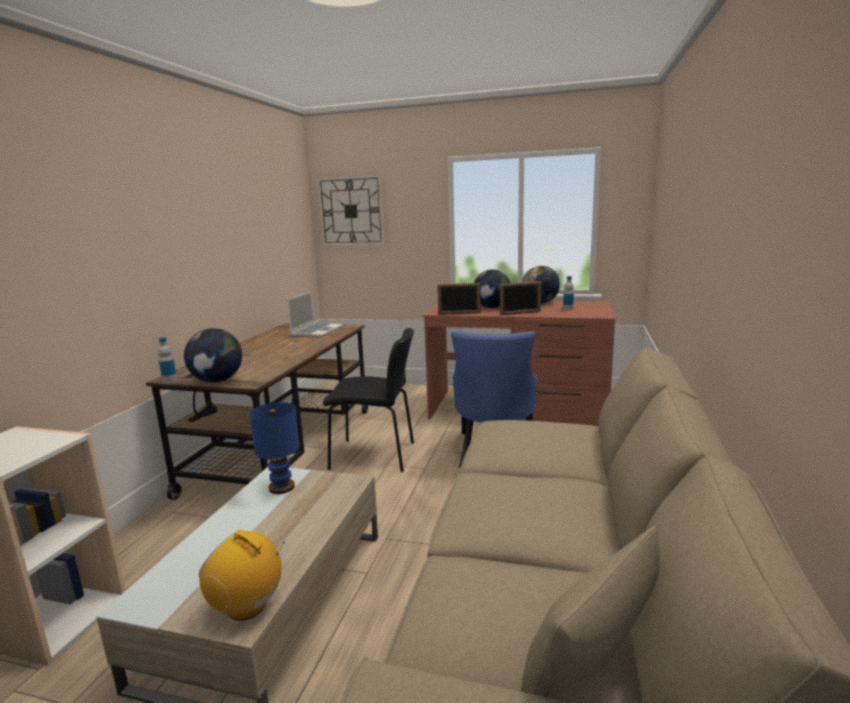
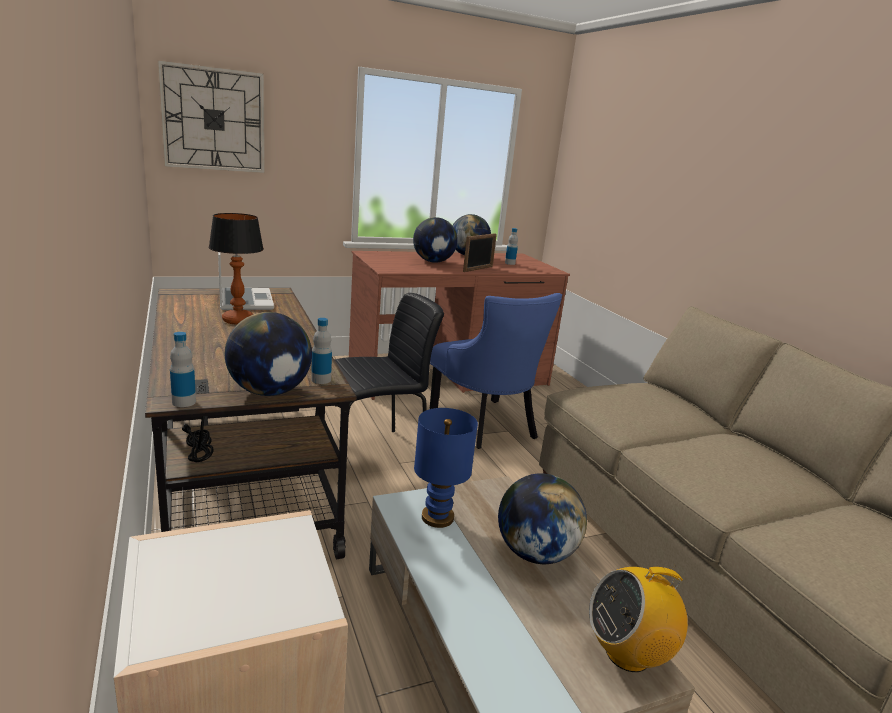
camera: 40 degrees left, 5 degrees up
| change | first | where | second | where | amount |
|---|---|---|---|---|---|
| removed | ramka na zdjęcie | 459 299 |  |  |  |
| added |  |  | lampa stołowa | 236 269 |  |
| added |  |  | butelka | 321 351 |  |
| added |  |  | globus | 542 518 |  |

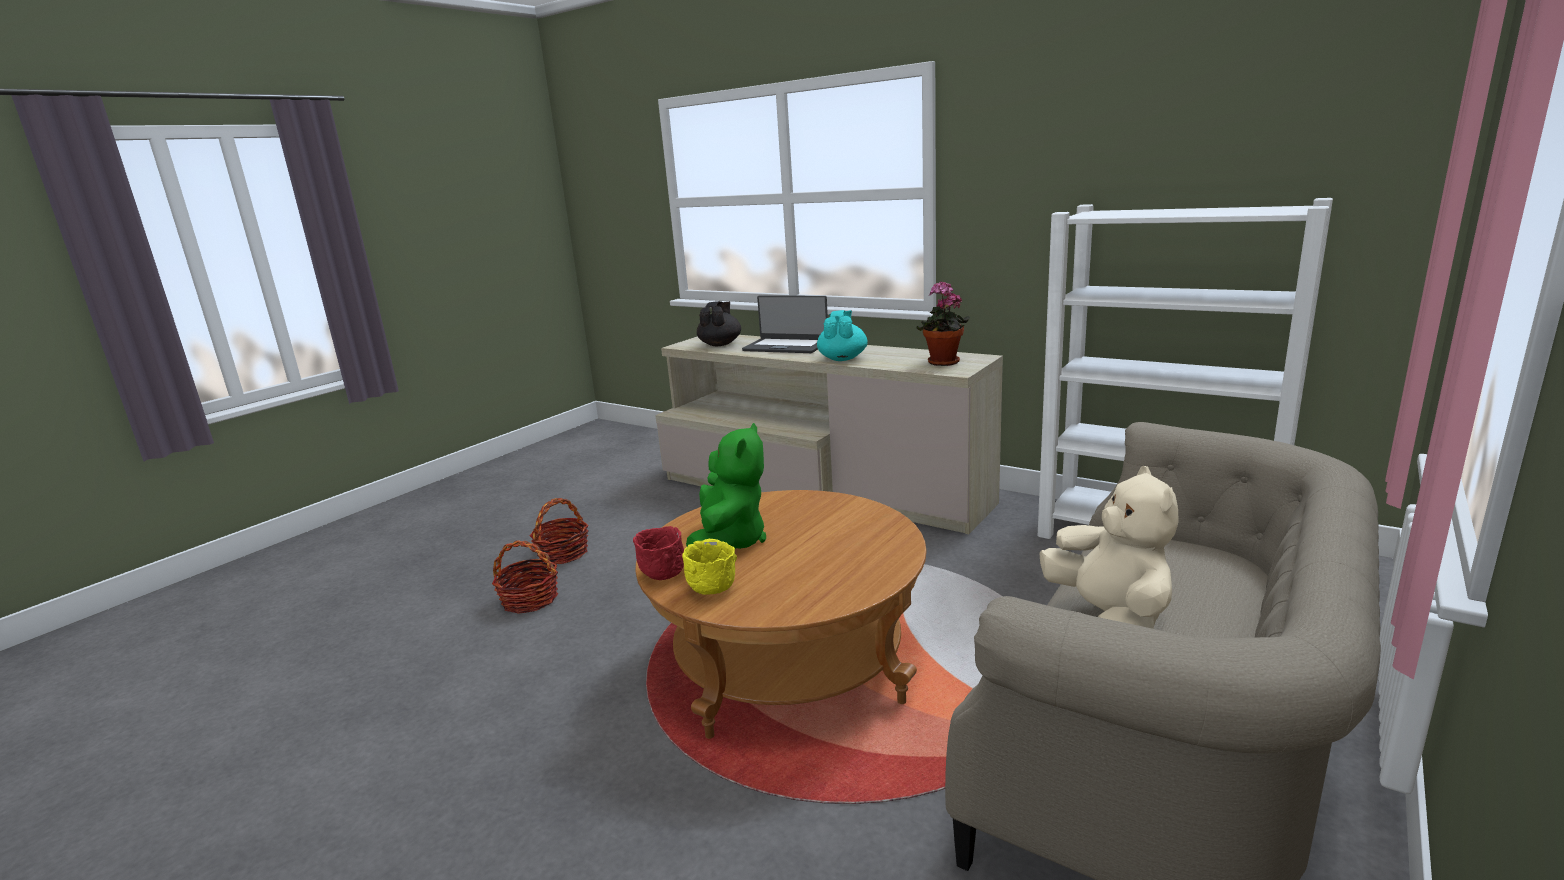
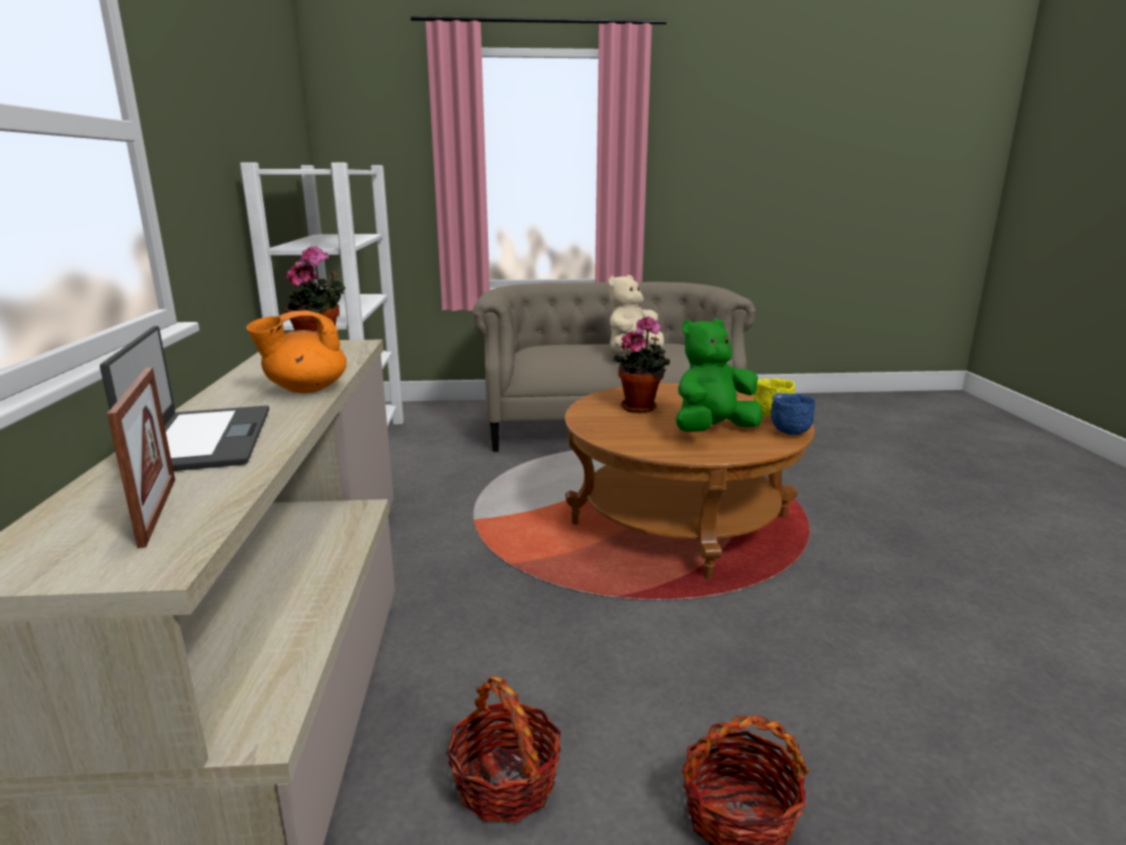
camera: 130 degrees left, 0 degrees up
| change | first | where | second | where | amount |
|---|---|---|---|---|---|
| moved | koszyk | 525 577 |  | 503 749 |  |
| recoloured | miska [czerwony] | 658 553 | miska [niebieski] | 793 414 |  |
| replaced | imbryk [czarny] | 719 323 | ramka na zdjęcie | 141 457 |  |
| recoloured | imbryk [turkusowy] | 842 335 | imbryk [pomarańczowy] | 296 352 |  |
| added |  |  | roślina doniczkowa | 641 364 |  |

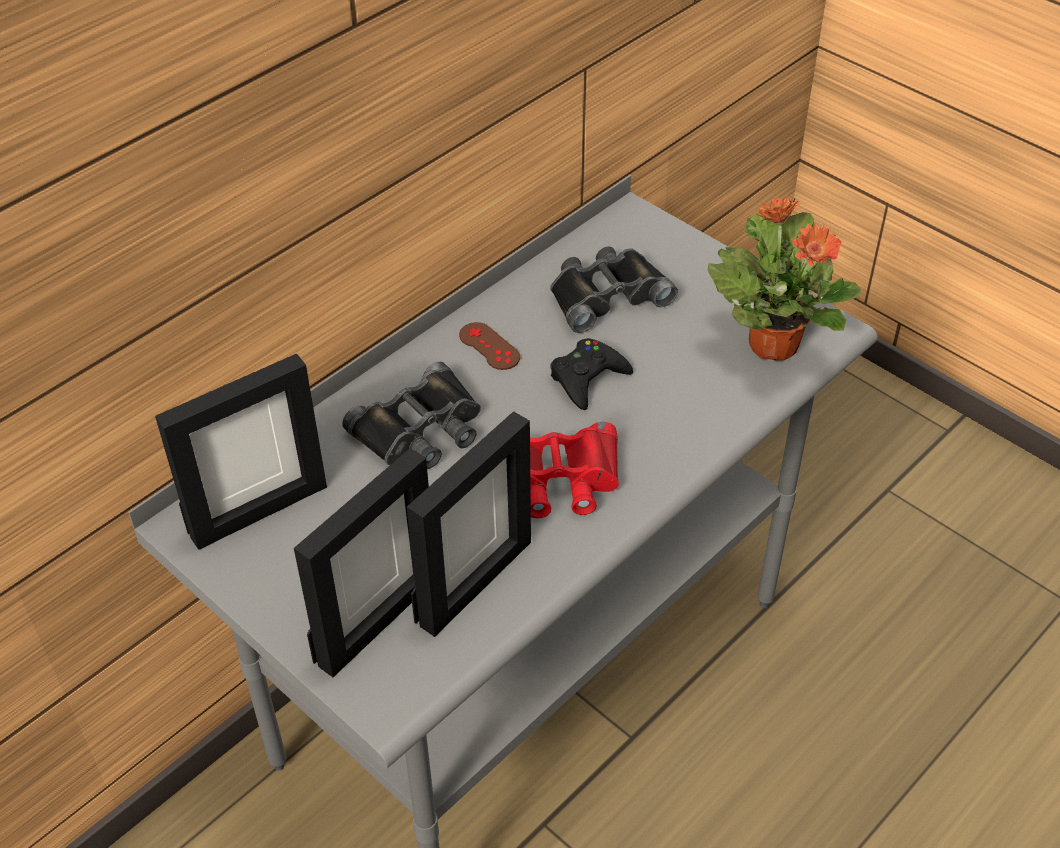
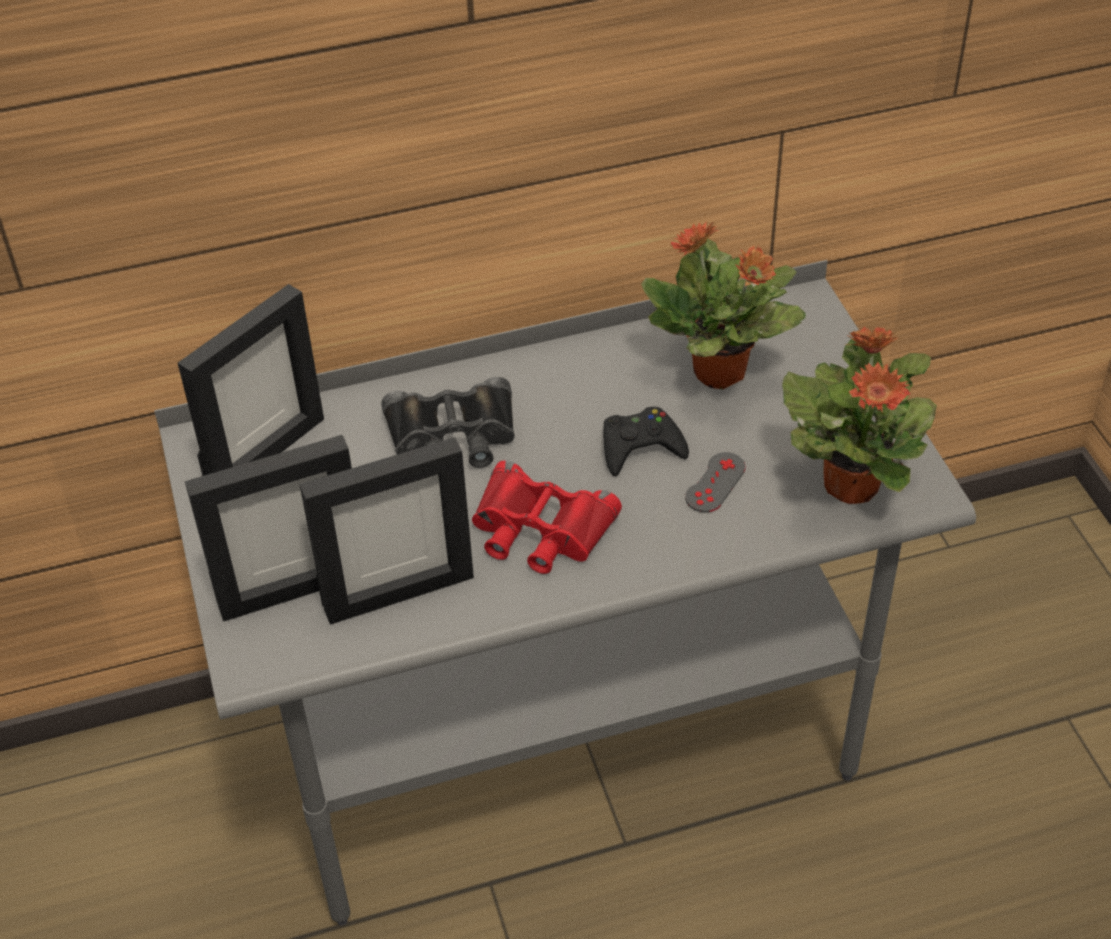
camera: 30 degrees right, 0 degrees up
| change | first | where | second | where | amount |
|---|---|---|---|---|---|
| turned | ramka na zdjęcie | 241 451 |  | 251 380 | 45 degrees counterclockwise |
| removed | pad do gier [brązowy] | 489 346 |  |  |  |
| replaced | lornetka [czarny] | 614 289 | roślina doniczkowa | 723 305 |  |
| added |  |  | pad do gier [szary] | 715 482 |  |

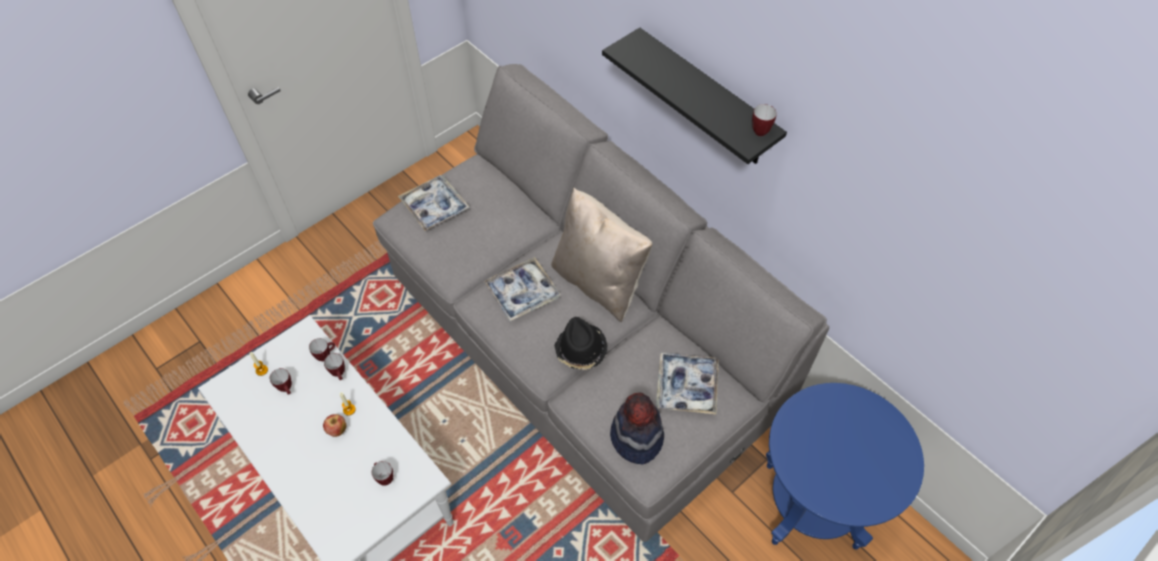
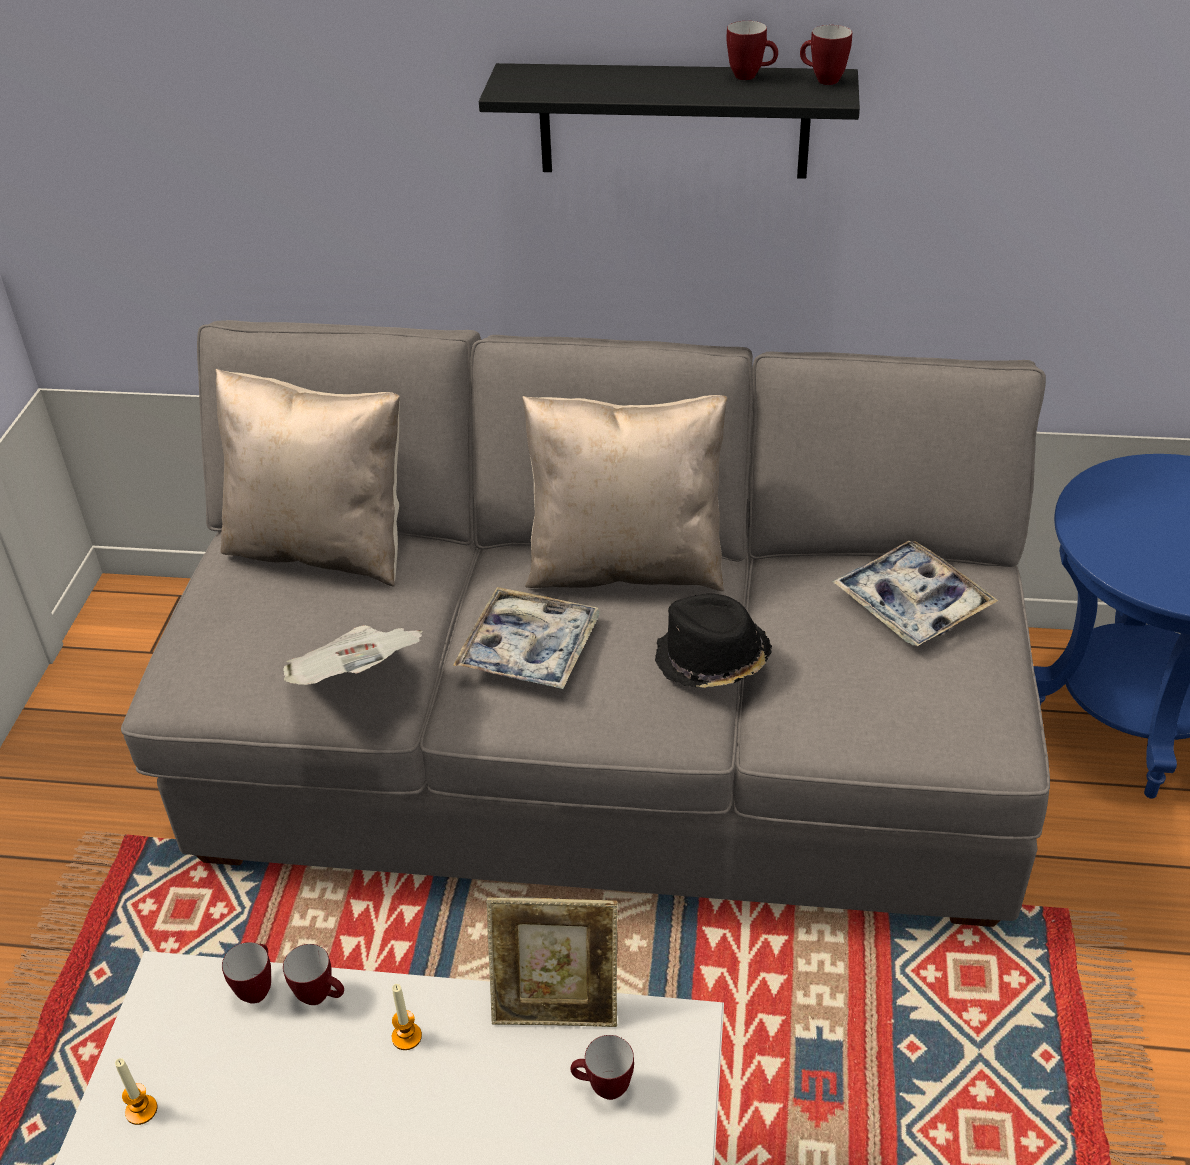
camera: 40 degrees left, 15 degrees down
| change | first | where | second | where | amount |
|---|---|---|---|---|---|
| moved | kubek | 281 381 |  | 752 50 |  |
| removed | jabłko | 334 425 |  |  |  |
| removed | taca | 434 203 |  |  |  |
| removed | kapelusz | 637 428 |  |  |  |
| added |  |  | poduszka [beżowy] | 308 478 |  |
| added |  |  | gazeta | 352 655 |  |
| added |  |  | ramka na zdjęcie | 552 962 |  |

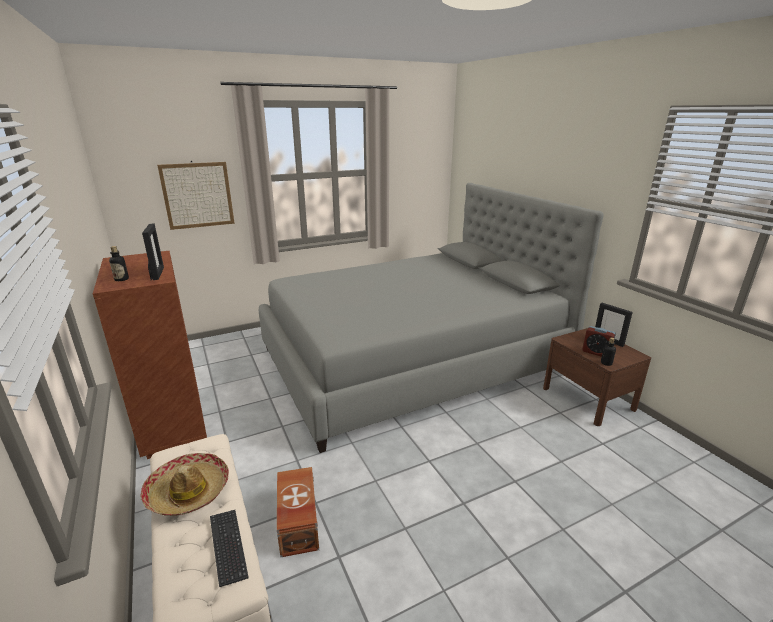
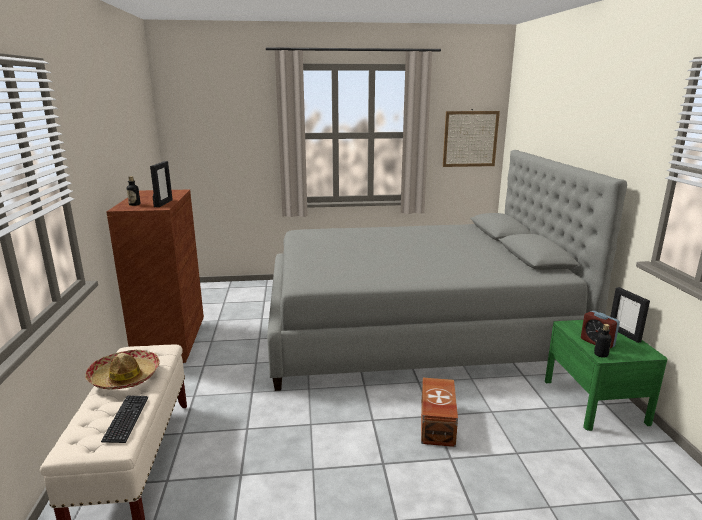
camera: 20 degrees right, 5 degrees down
| change | first | where | second | where | amount |
|---|---|---|---|---|---|
| moved | obraz | 196 195 |  | 471 138 |  |
| moved | pojemnik do przechowywania [brązowy] | 298 512 |  | 439 412 |  |
| recoloured | szafka nocna [brązowy] | 597 377 | szafka nocna [zielony] | 606 375 |  |

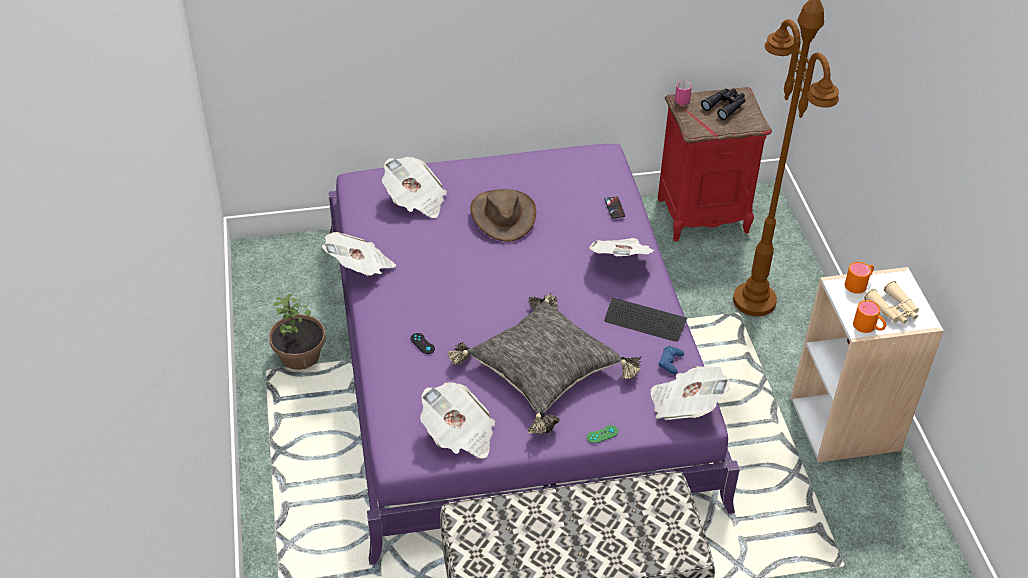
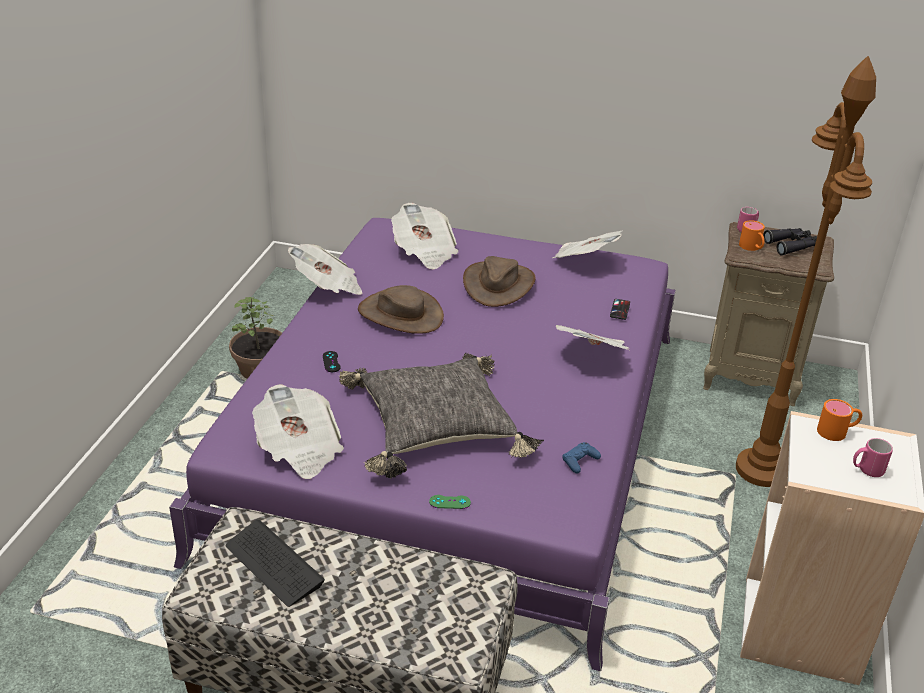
camera: 25 degrees right, 10 degrees down
| change | first | where | second | where | amount |
|---|---|---|---|---|---|
| moved | klawiatura | 645 320 |  | 275 563 |  |
| moved | gazeta | 690 393 |  | 587 244 |  |
| recoloured | szafka nocna [czerwony] | 715 164 | szafka nocna [beżowy] | 768 314 |  |
| moved | kubek [pomarańczowy] | 869 316 |  | 752 235 |  |
| replaced | lornetka [beżowy] | 891 302 | kubek [różowy] | 873 457 |  |
| added |  |  | kapelusz [brązowy] | 401 309 |  |

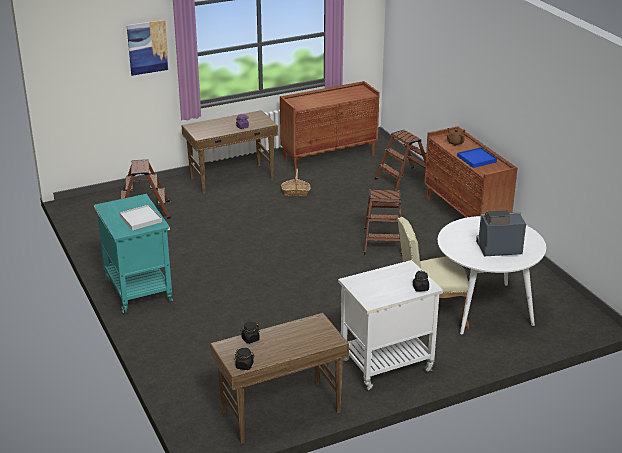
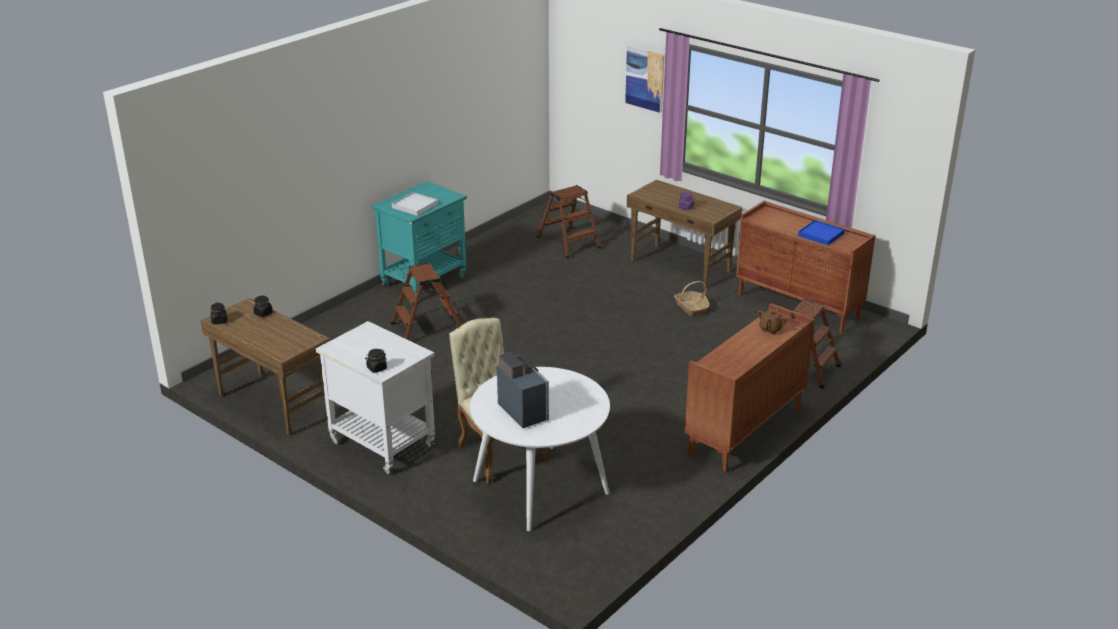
camera: 65 degrees right, 0 degrees up
| change | first | where | second | where | amount |
|---|---|---|---|---|---|
| moved | drabinka [brązowy] | 383 223 |  | 426 301 |  |
| moved | taca [niebieski] | 477 157 |  | 821 232 |  |

